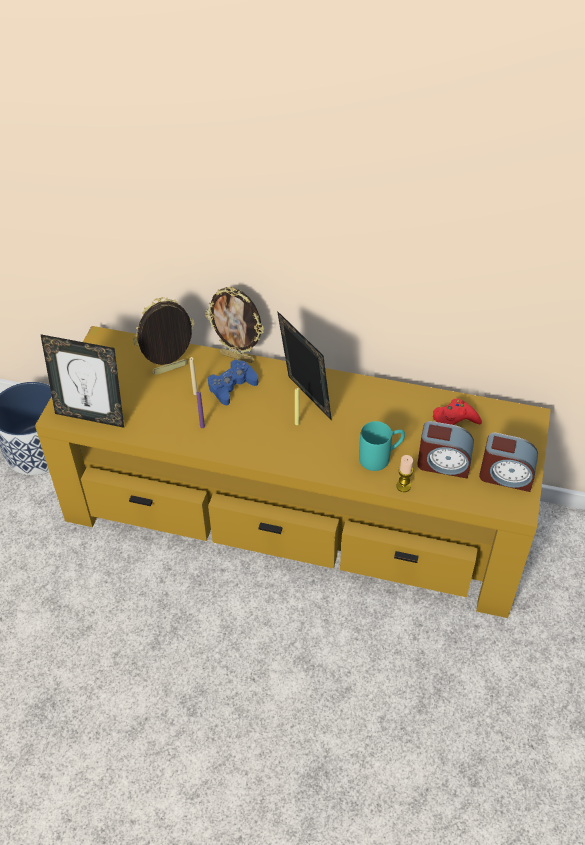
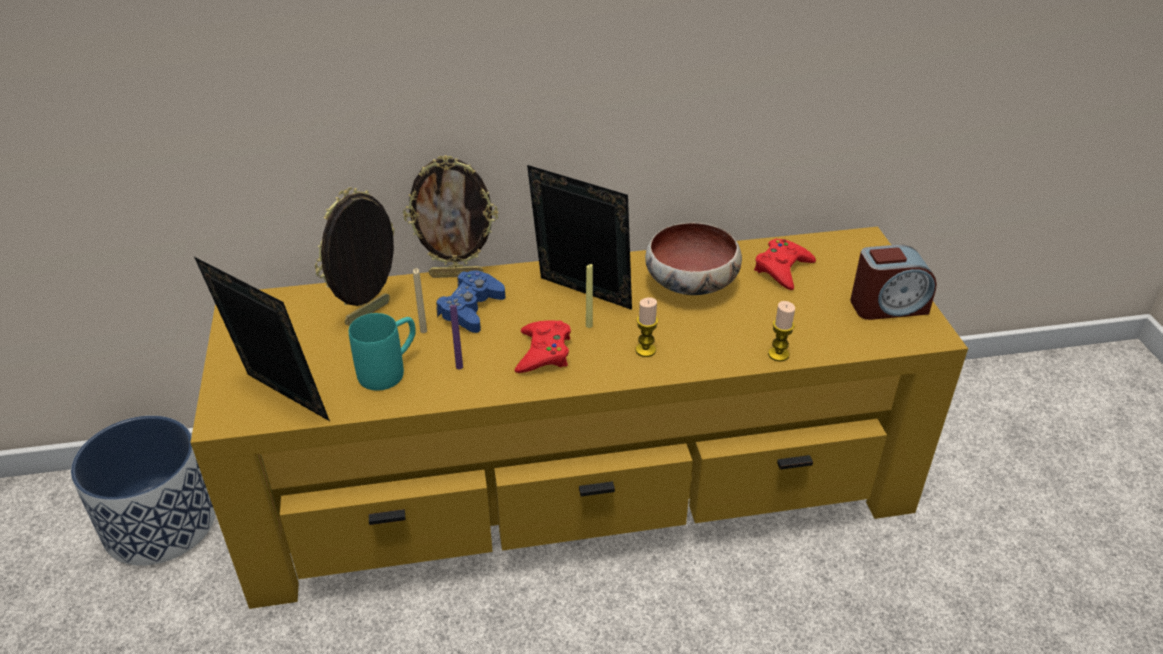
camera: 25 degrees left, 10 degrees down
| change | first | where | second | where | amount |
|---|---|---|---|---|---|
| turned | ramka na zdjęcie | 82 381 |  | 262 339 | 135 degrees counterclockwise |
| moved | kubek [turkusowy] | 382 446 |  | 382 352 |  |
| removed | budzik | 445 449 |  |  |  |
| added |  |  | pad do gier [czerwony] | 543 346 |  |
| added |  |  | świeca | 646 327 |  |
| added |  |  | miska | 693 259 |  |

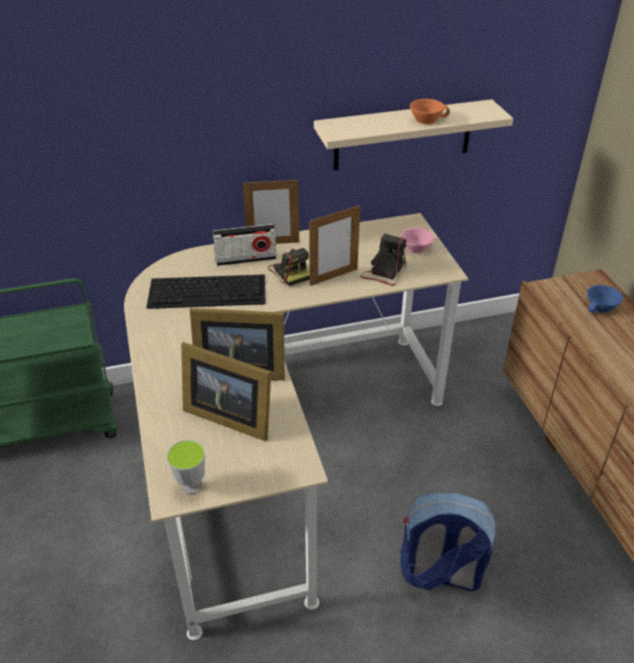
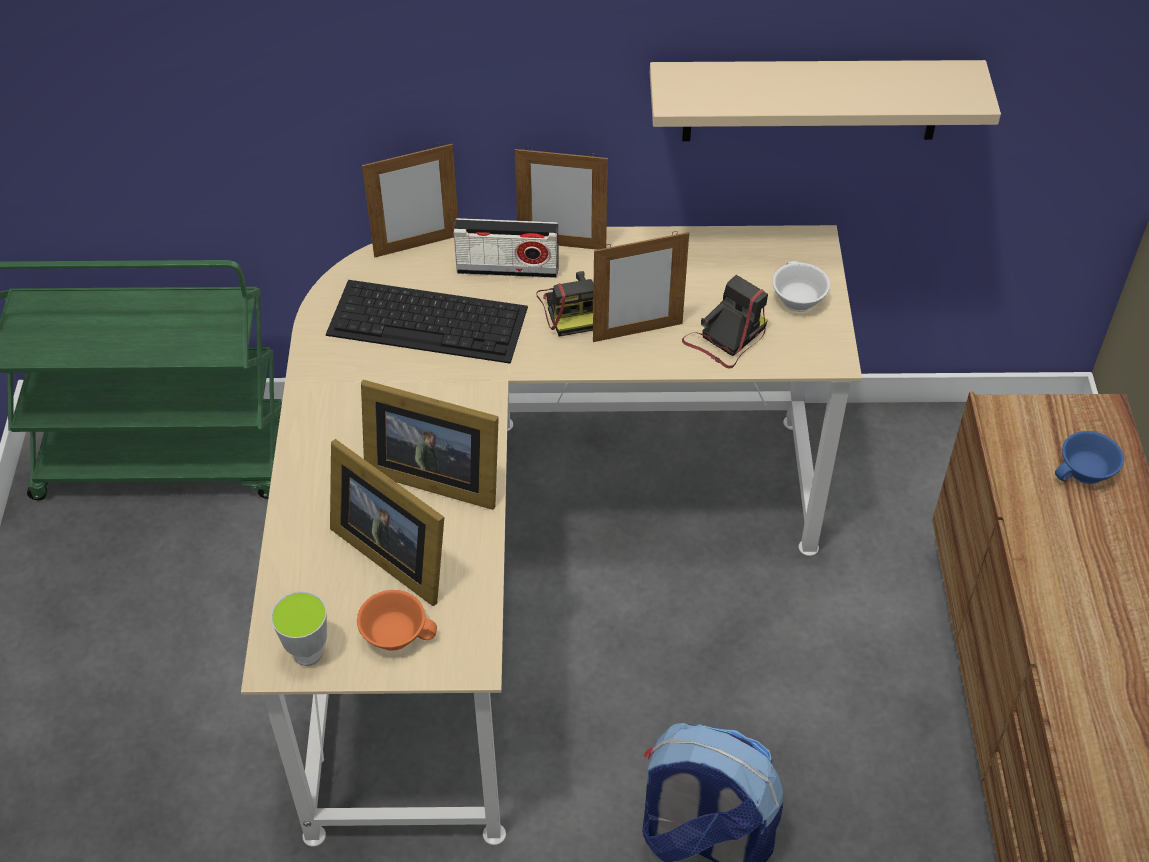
camera: 15 degrees right, 10 degrees up
| change | first | where | second | where | amount |
|---|---|---|---|---|---|
| recoloured | filiżanka [różowy] | 417 241 | filiżanka [biały] | 801 286 |  |
| moved | filiżanka [pomarańczowy] | 430 112 |  | 397 620 |  |
| added |  |  | ramka na zdjęcie | 410 200 |  |

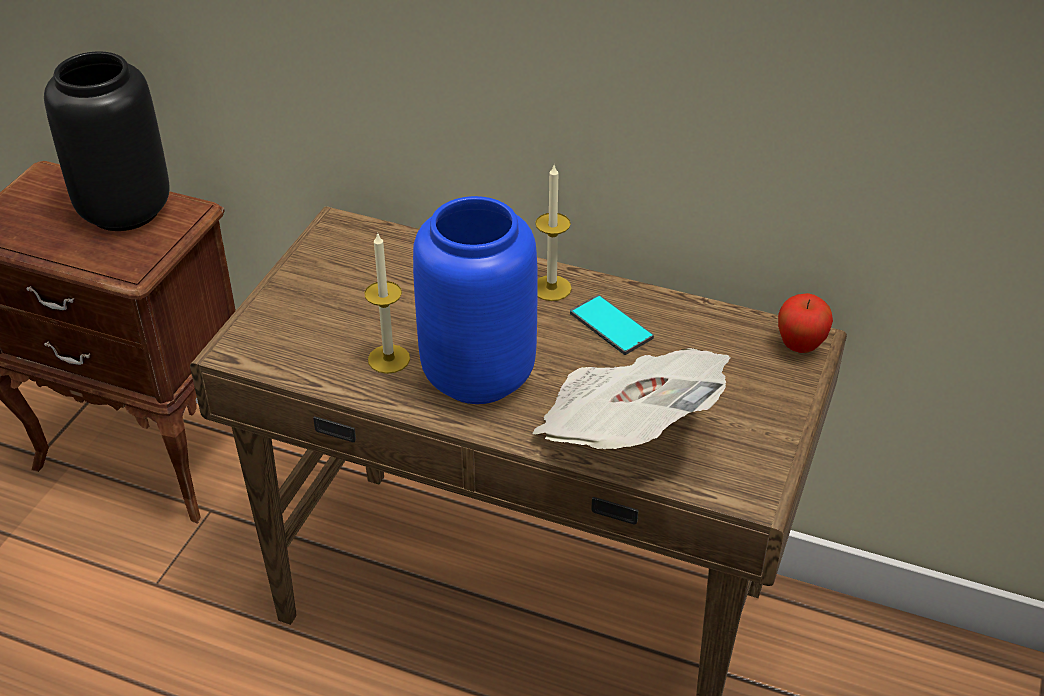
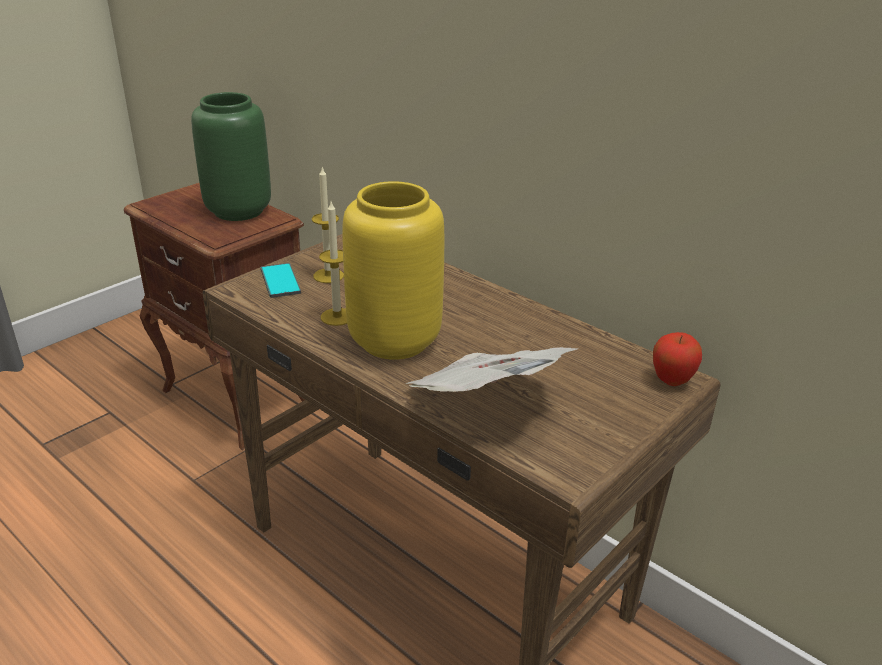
camera: 20 degrees right, 10 degrees down
| change | first | where | second | where | amount |
|---|---|---|---|---|---|
| recoloured | wazon [czarny] | 106 141 | wazon [zielony] | 231 156 |  |
| recoloured | wazon [niebieski] | 475 300 | wazon [żółty] | 393 270 |  |
| moved | świeca | 553 232 |  | 328 224 |  |
| moved | telefon | 612 325 |  | 281 280 |  |

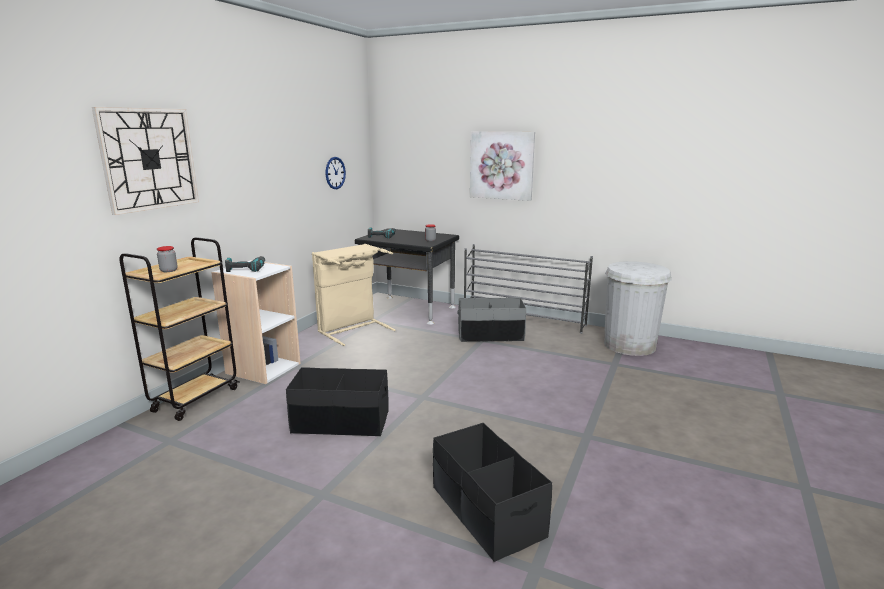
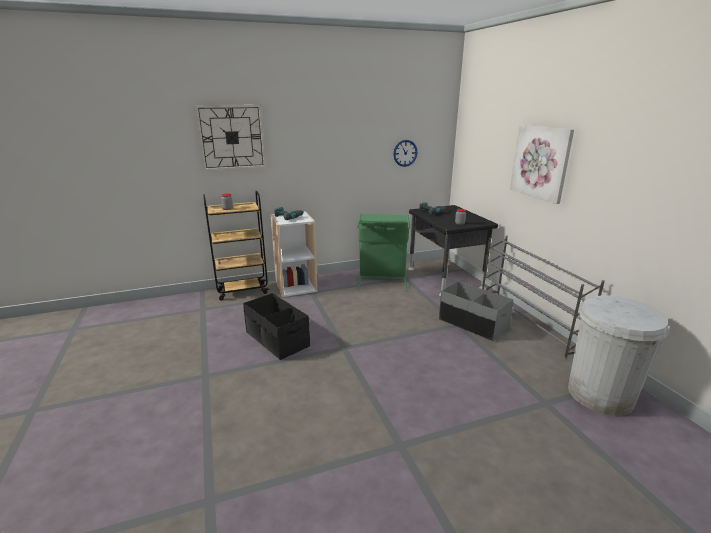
camera: 45 degrees right, 5 degrees up
| change | first | where | second | where | amount |
|---|---|---|---|---|---|
| recoloured | kosz na pranie [beżowy] | 353 295 | kosz na pranie [zielony] | 383 252 |  |
| removed | pojemnik do przechowywania [czarny] | 492 492 |  |  |  |

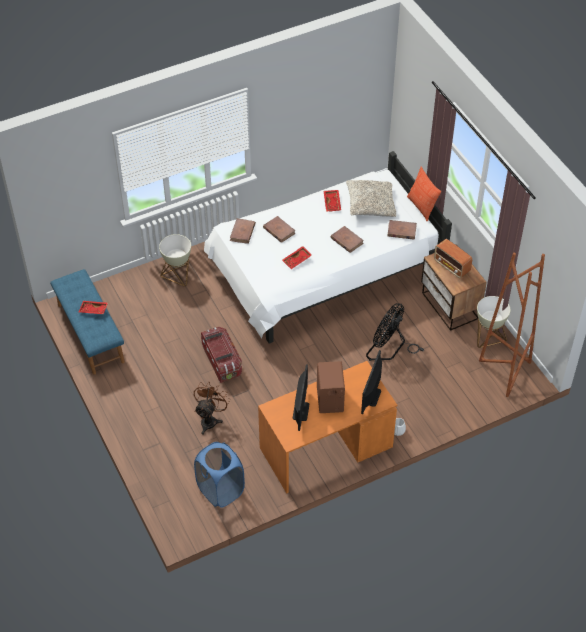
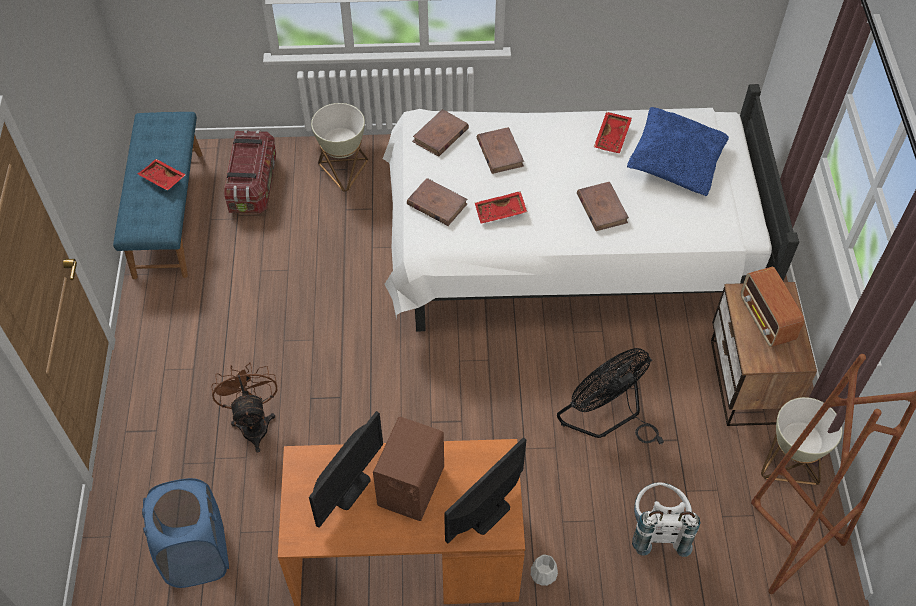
camera: 25 degrees right, 5 degrees up
| change | first | where | second | where | amount |
|---|---|---|---|---|---|
| turned | wentylator [brązowy] | 212 408 |  | 244 407 | 60 degrees counterclockwise |
| moved | pojemnik do przechowywania | 221 355 |  | 250 172 |  |
| recoloured | poduszka [beżowy] | 371 198 | poduszka [niebieski] | 678 151 |  |
| moved | książka [brązowy] | 402 230 |  | 437 202 |  |
| removed | poduszka [pomarańczowy] | 424 194 |  |  |  |
| added |  |  | plecak [biały] | 666 519 |  |

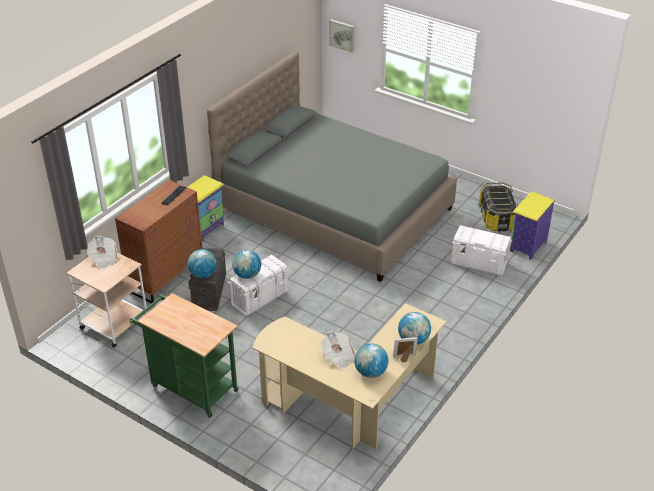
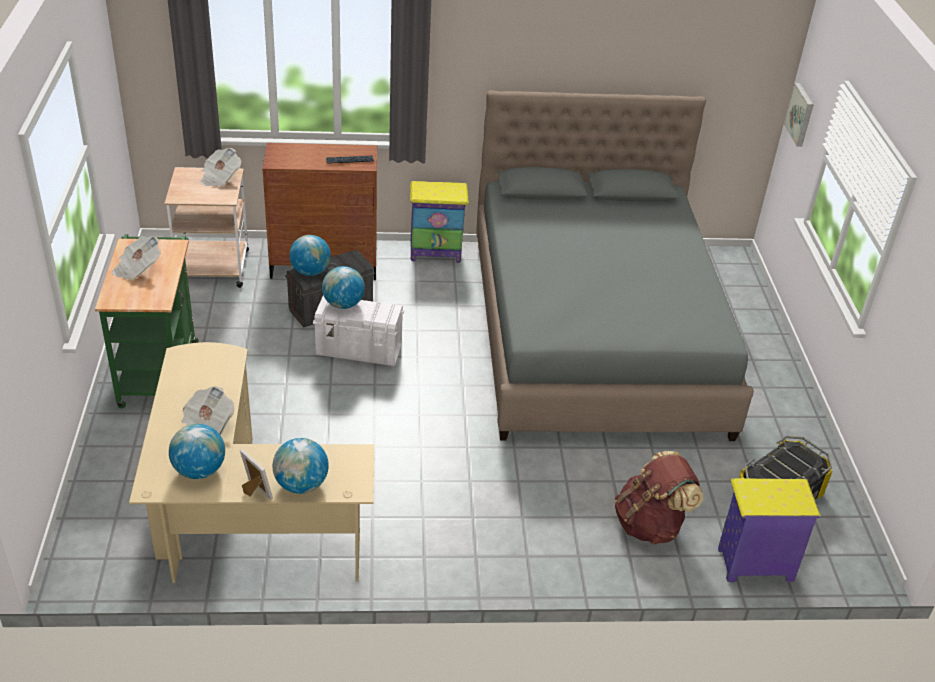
camera: 50 degrees right, 0 degrees up
| change | first | where | second | where | amount |
|---|---|---|---|---|---|
| replaced | pojemnik do przechowywania [biały] | 481 250 | plecak [brązowy] | 659 497 |  |
| added |  |  | gazeta | 136 258 |  |

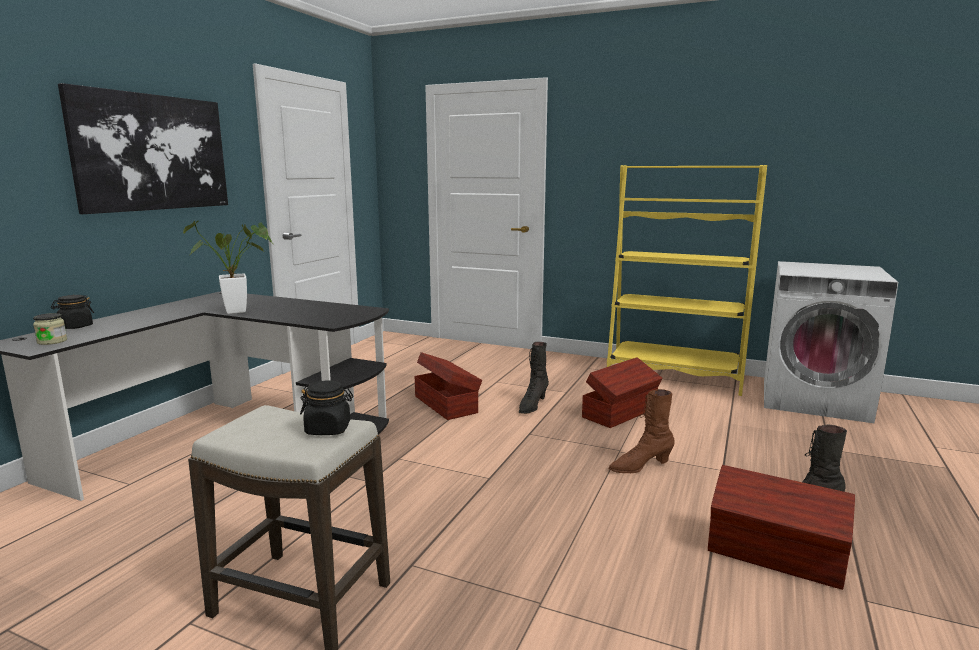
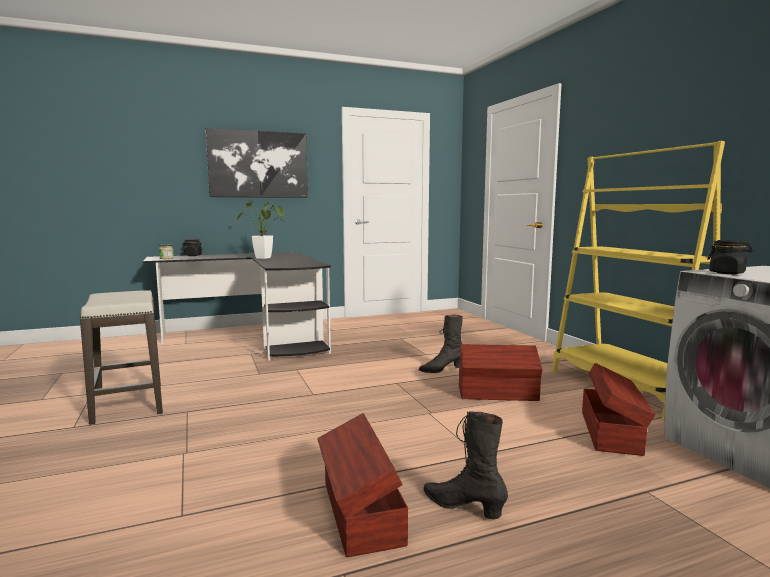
camera: 45 degrees right, 5 degrees down
| change | first | where | second | where | amount |
|---|---|---|---|---|---|
| moved | słoik [czarny] | 326 407 |  | 730 257 |  |
| moved | pojemnik do przechowywania [brązowy] | 448 386 |  | 619 409 |  |
| removed | but z cholewką [brązowy] | 641 431 |  |  |  |

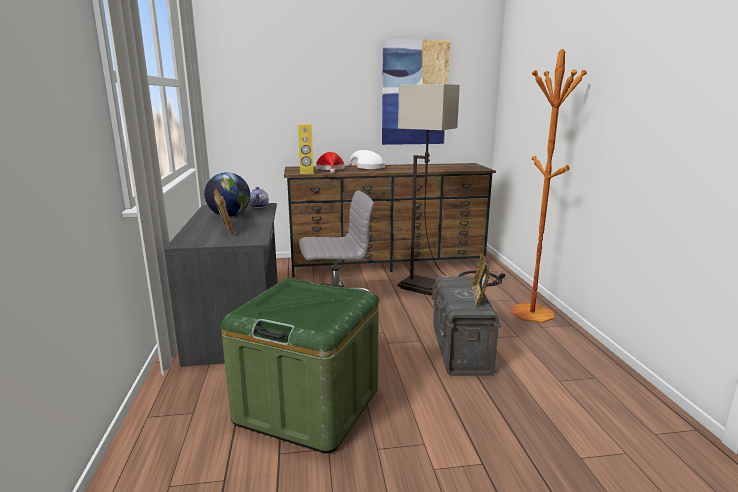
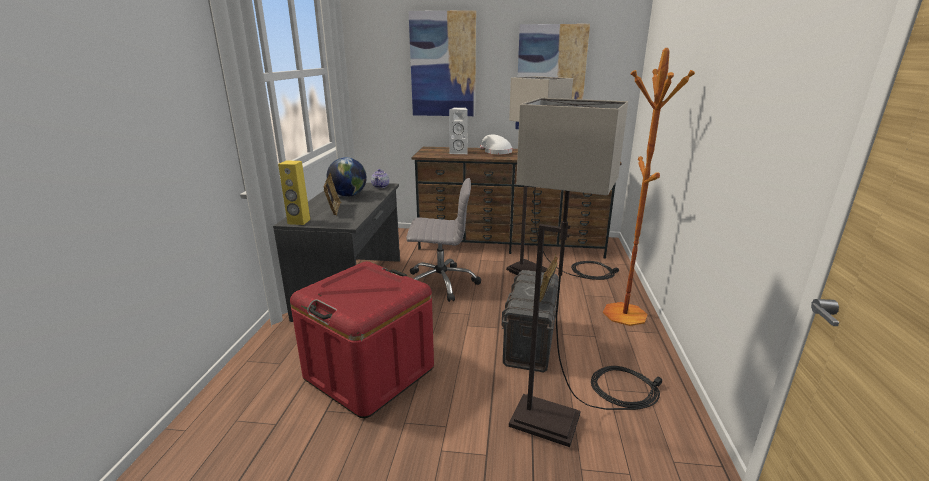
camera: 15 degrees right, 5 degrees up
| change | first | where | second | where | amount |
|---|---|---|---|---|---|
| recoloured | pojemnik do przechowywania [zielony] | 300 365 | pojemnik do przechowywania [czerwony] | 362 339 |  |
| moved | głośnik [żółty] | 305 149 |  | 294 192 |  |
| replaced | kapelusz [czerwony] | 330 162 | głośnik [biały] | 458 130 |  |
| added |  |  | obraz | 442 63 |  |
| added |  |  | lampa stojąca | 585 272 |  |

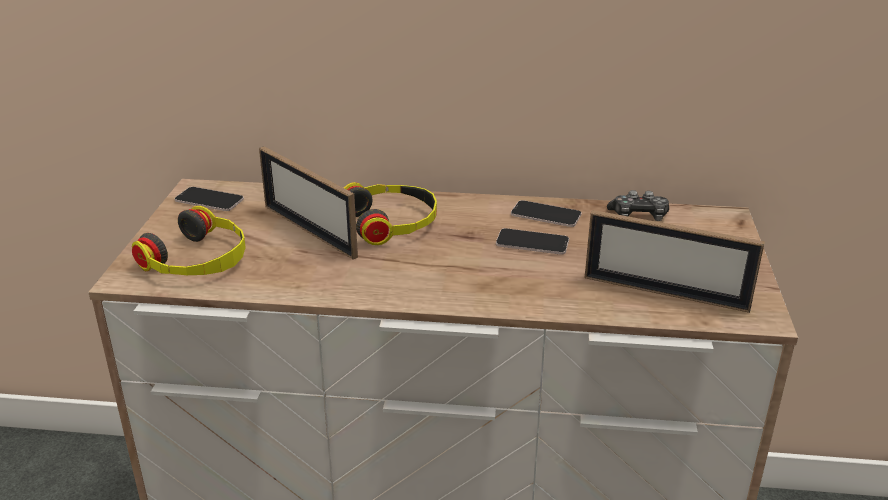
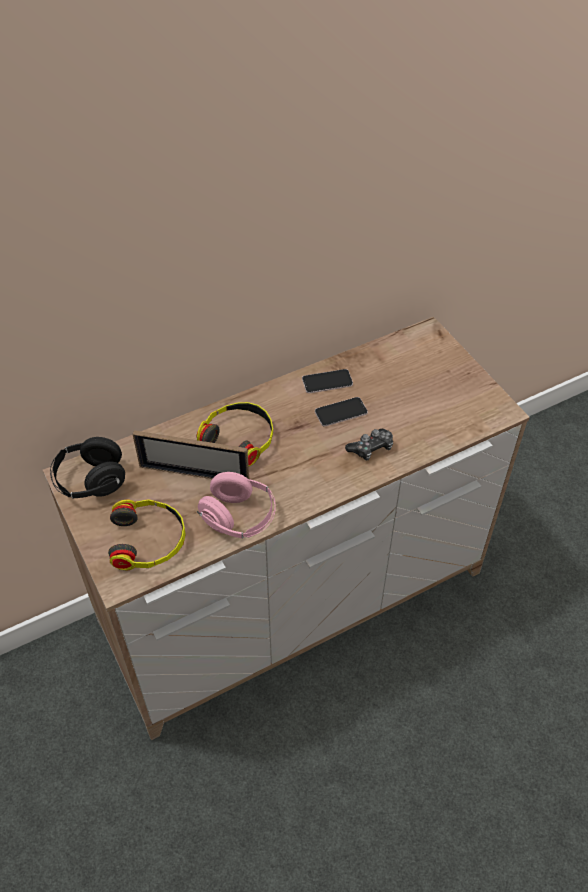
camera: 35 degrees left, 20 degrees up
| change | first | where | second | where | amount |
|---|---|---|---|---|---|
| replaced | telefon | 209 199 | słuchawki [czarny] | 87 467 |  |
| removed | ramka na zdjęcie | 675 261 |  |  |  |
| moved | pad do gier | 638 205 |  | 369 445 |  |
| added |  |  | słuchawki [różowy] | 236 505 |  |

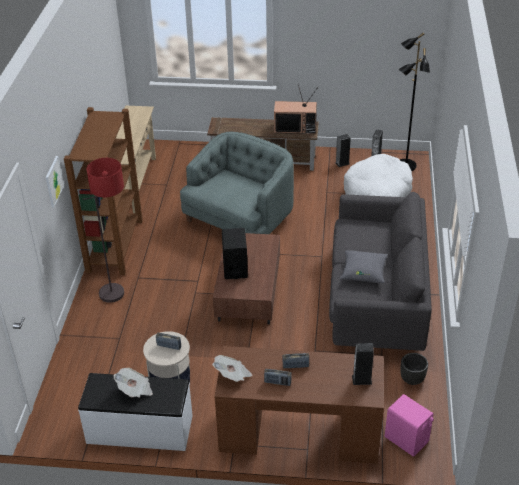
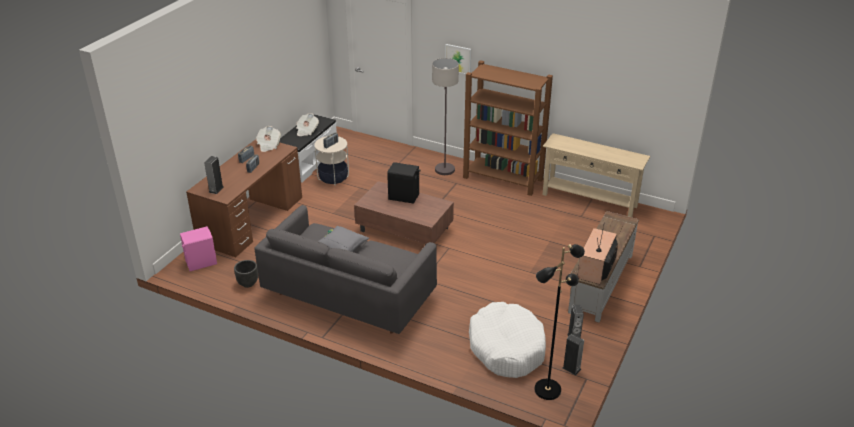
camera: 110 degrees right, 5 degrees down
| change | first | where | second | where | amount |
|---|---|---|---|---|---|
| recoloured | lampa stojąca [czerwony] | 103 230 | lampa stojąca [szary] | 445 116 |  |
| removed | fotel [szary] | 237 183 |  |  |  |

